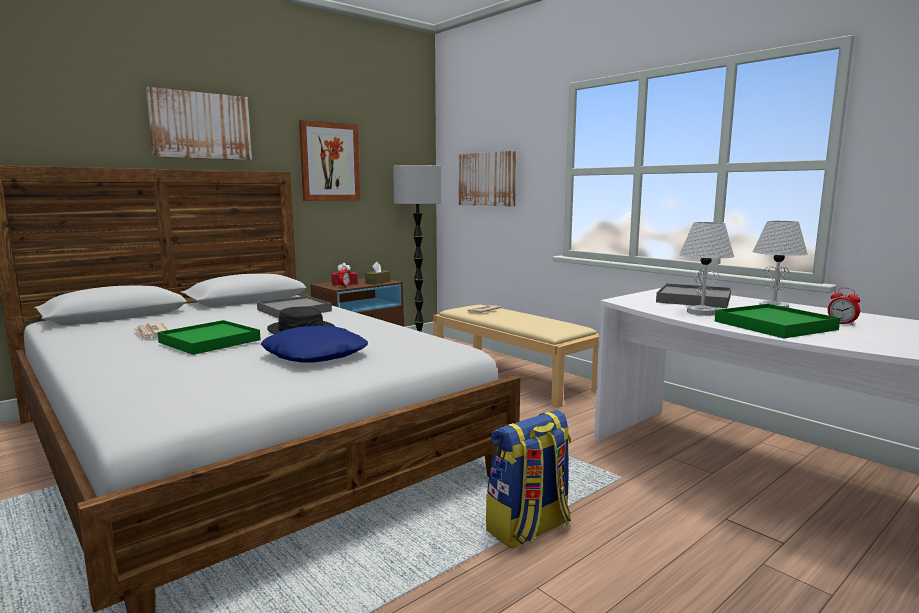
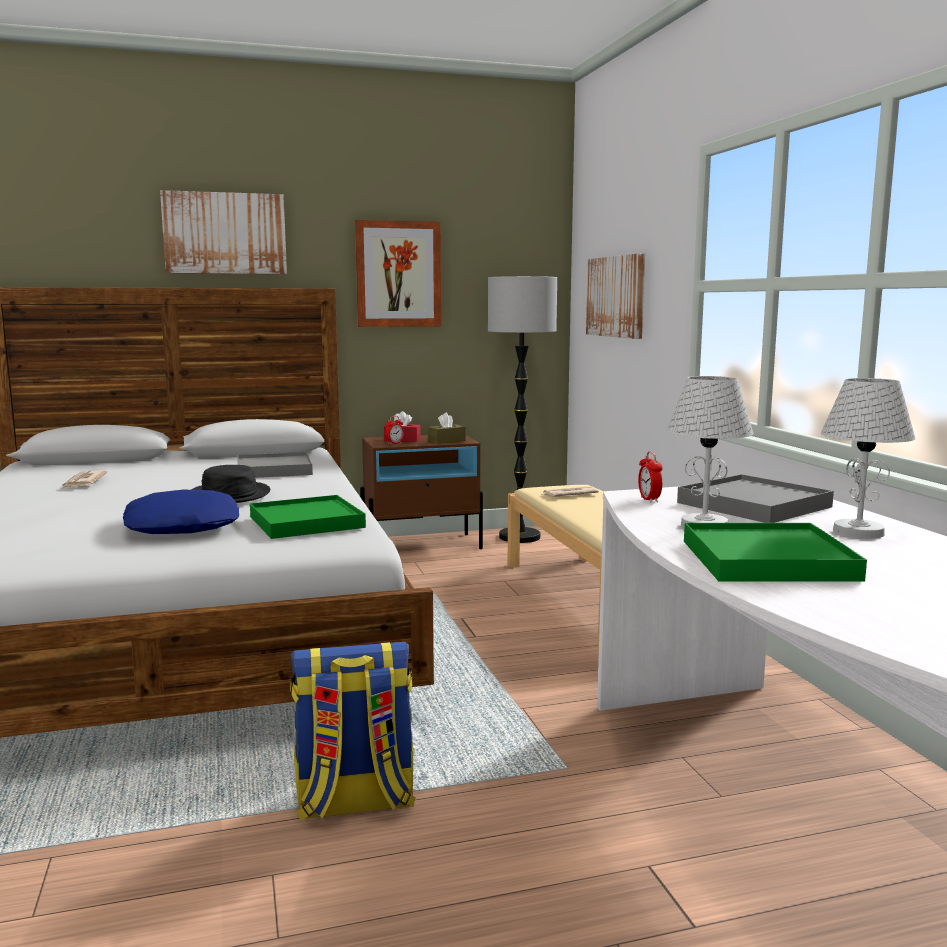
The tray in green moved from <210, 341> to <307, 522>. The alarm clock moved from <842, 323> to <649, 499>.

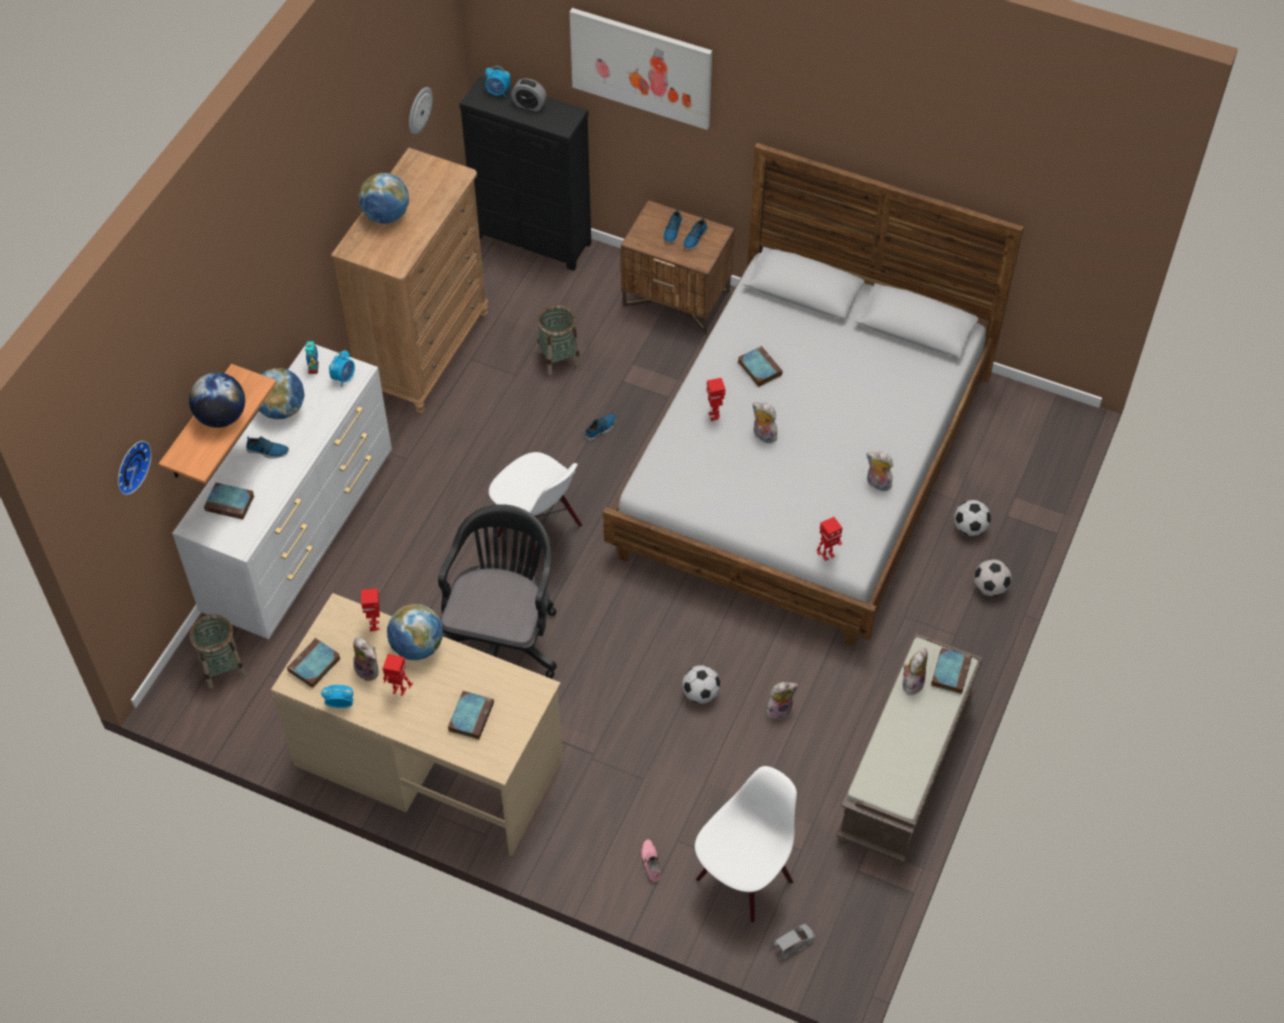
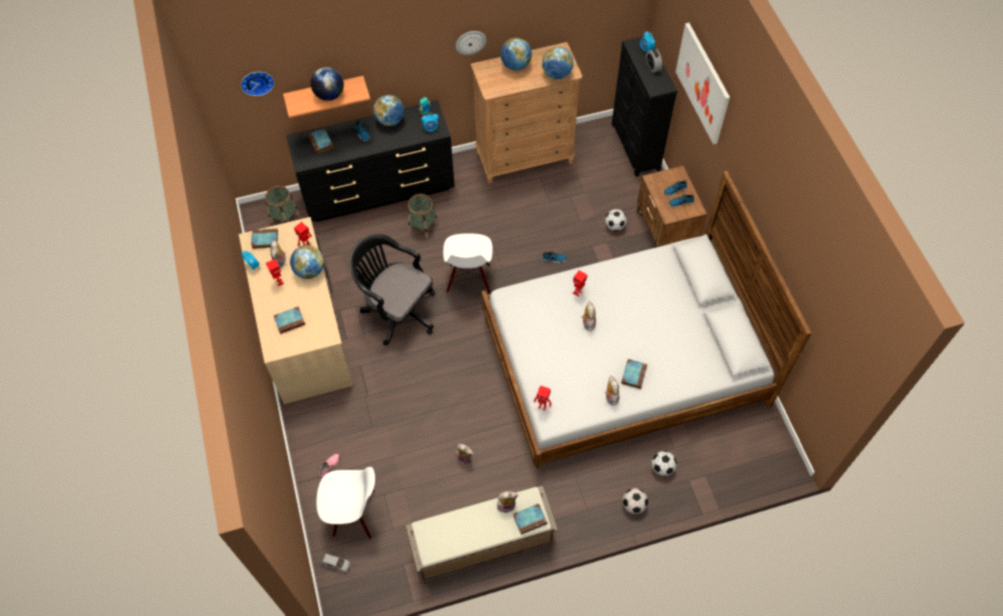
The dresser in white at <301, 534> became the dresser in black at <379, 191>. The office chair in black at <503, 638> turned 120 degrees counterclockwise. The basket moved from <559, 358> to <423, 226>. The wall clock moved from <419, 110> to <470, 42>. The globe at <557, 74> appeared. The football moved from <700, 693> to <614, 226>. The book moved from <758, 368> to <633, 374>.

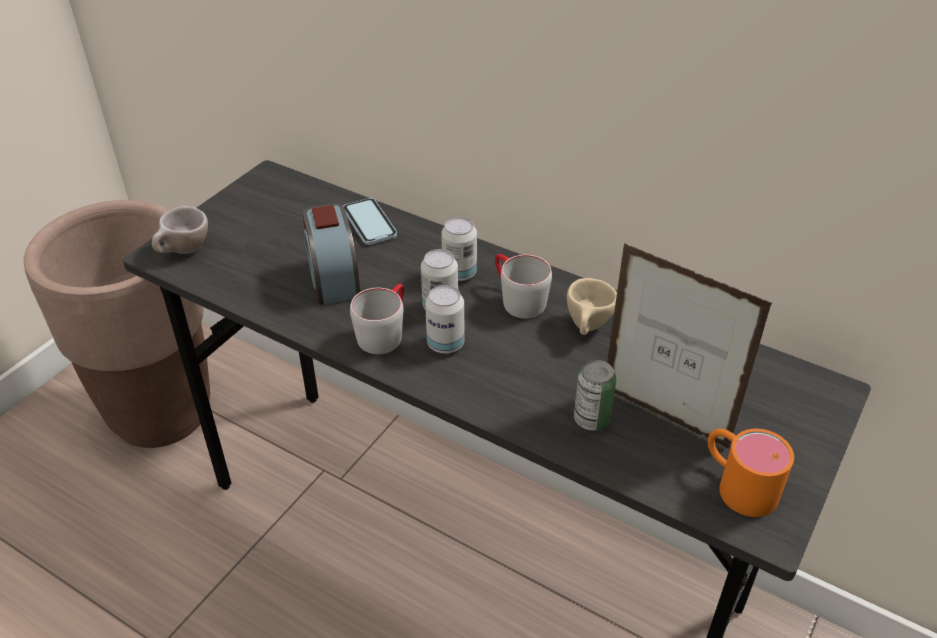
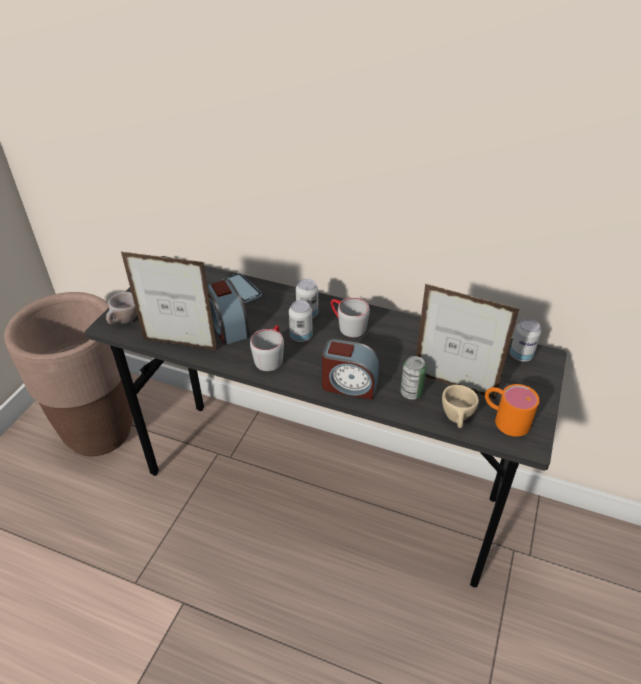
The picture frame at <180, 344> appeared. The alarm clock at <349, 385> appeared. The cup in beige moved from <588, 329> to <457, 420>. The can moved from <445, 344> to <521, 355>.

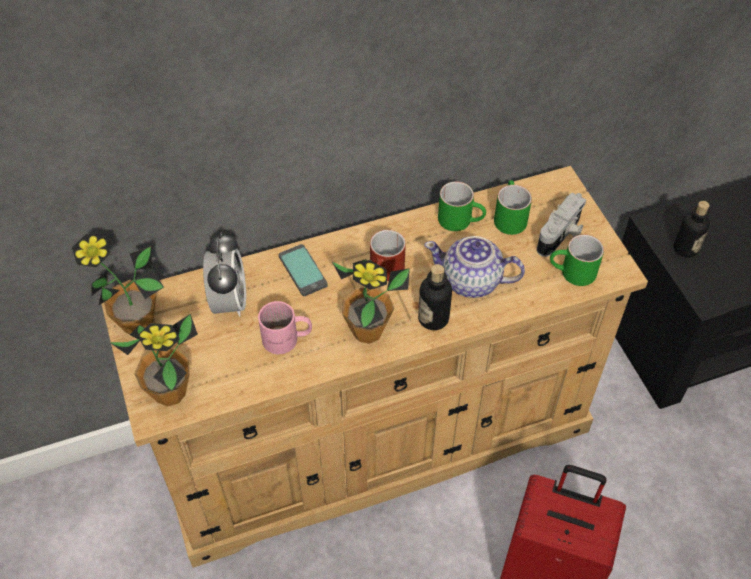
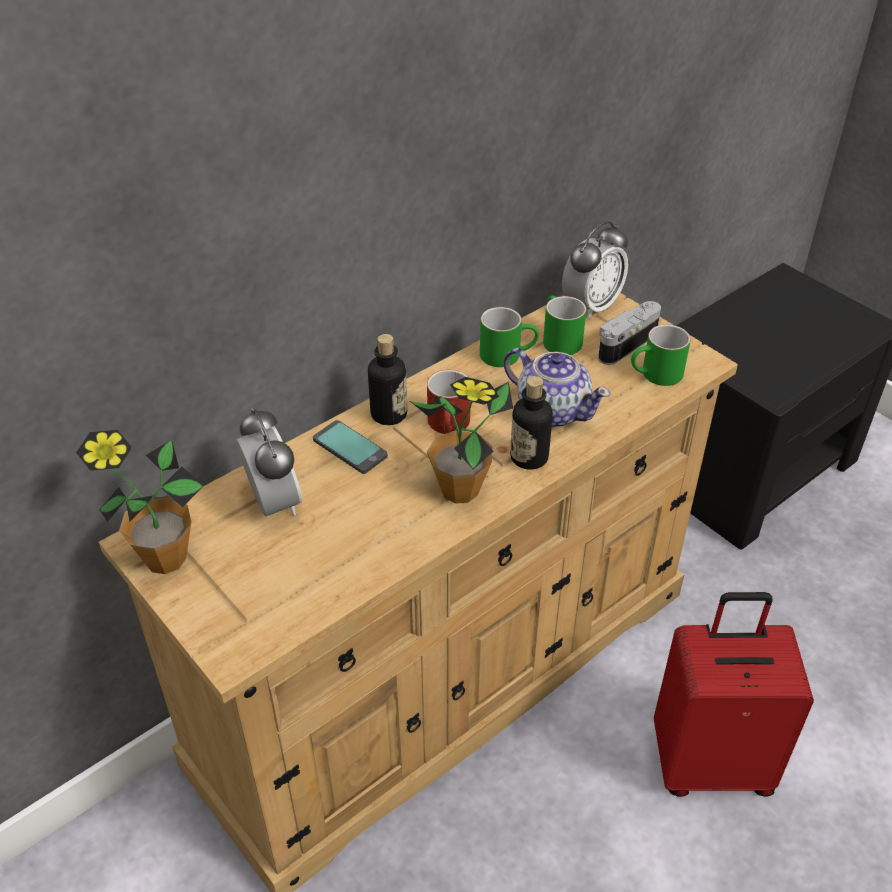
The bottle moved from <685, 248> to <389, 414>. The teapot at <472, 281> turned 135 degrees counterclockwise. The alarm clock at <591, 306> appeared. The photo camera at <561, 235> turned 150 degrees counterclockwise. The potted plant at <170, 392> disappeared. The mug in pink at <287, 340> disappeared.

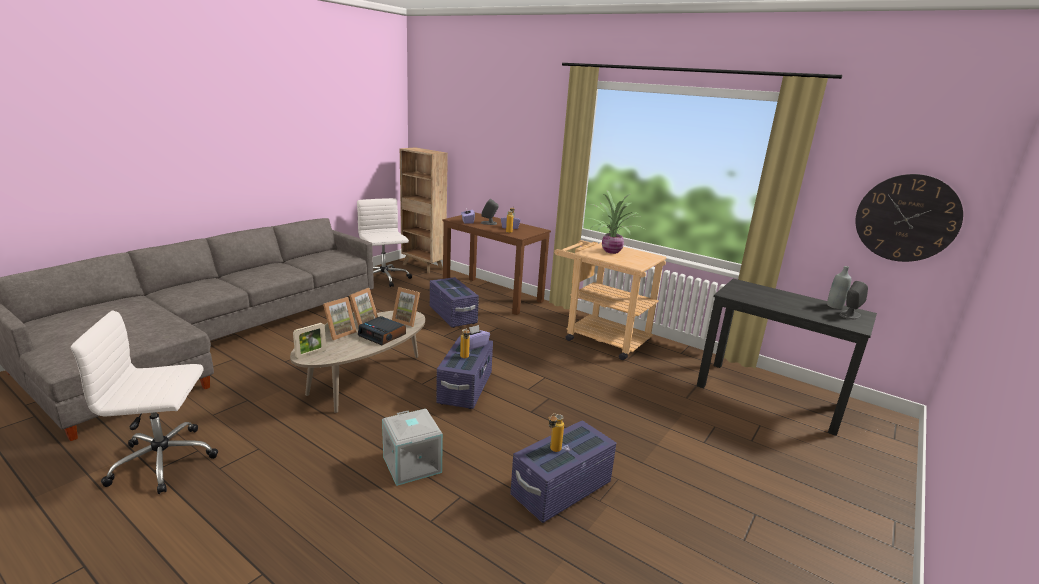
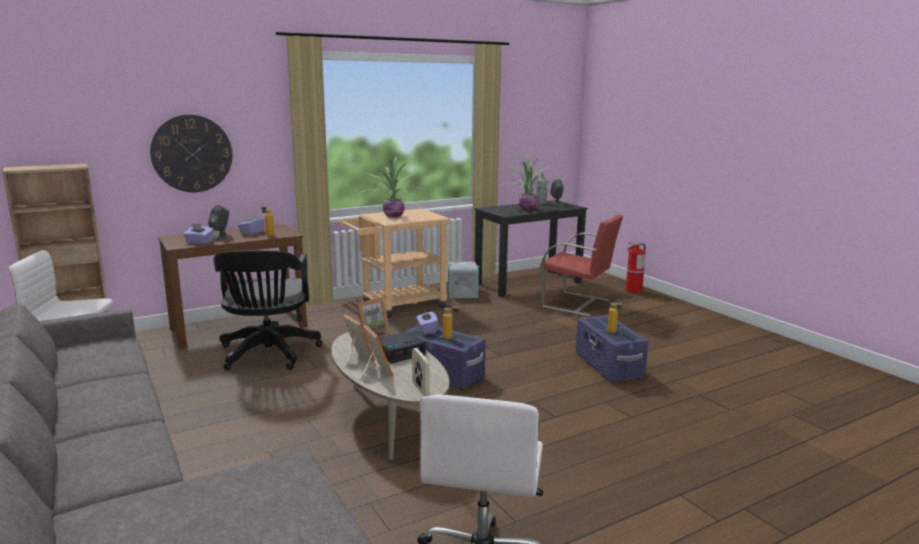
The wall clock moved from <906, 218> to <192, 153>. The storage box in purple at <453, 315> was replaced by the office chair in black at <268, 355>. The storage box in grey moved from <413, 464> to <462, 293>. The potted plant at <528, 208> appeared. The chair in red at <577, 304> appeared. The fire extinguisher at <633, 291> appeared.

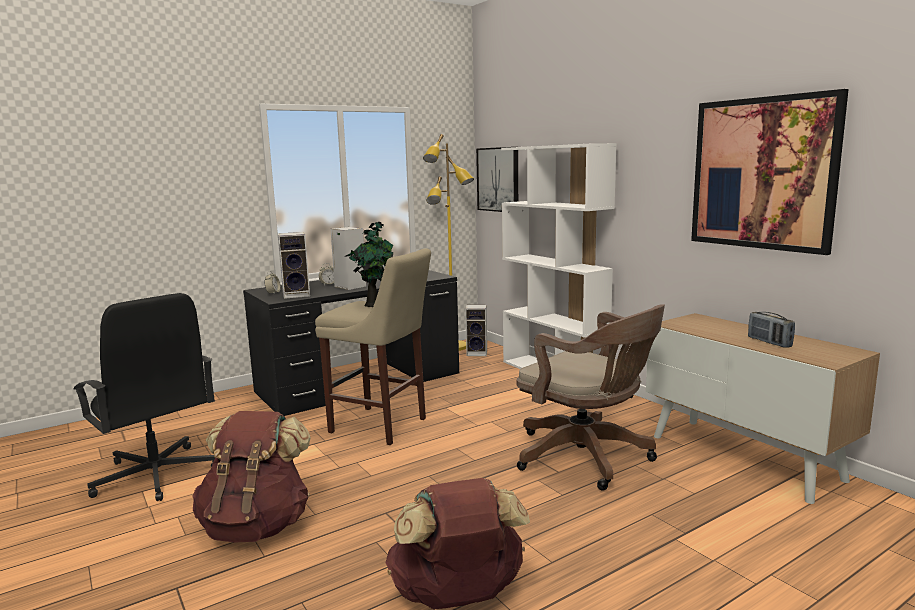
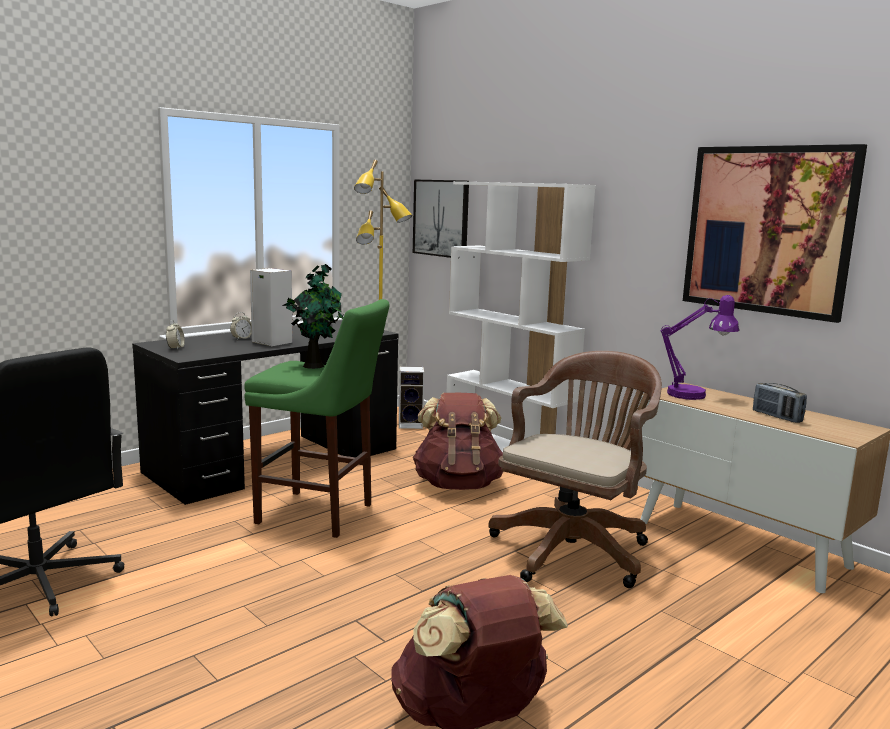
The stool in beige at <382, 426> became the stool in green at <320, 515>. The backpack in brown moved from <257, 526> to <458, 485>. The office chair in brown at <588, 458> turned 90 degrees counterclockwise. The table lamp in purple at <695, 395> appeared. The speaker at <297, 295> disappeared.

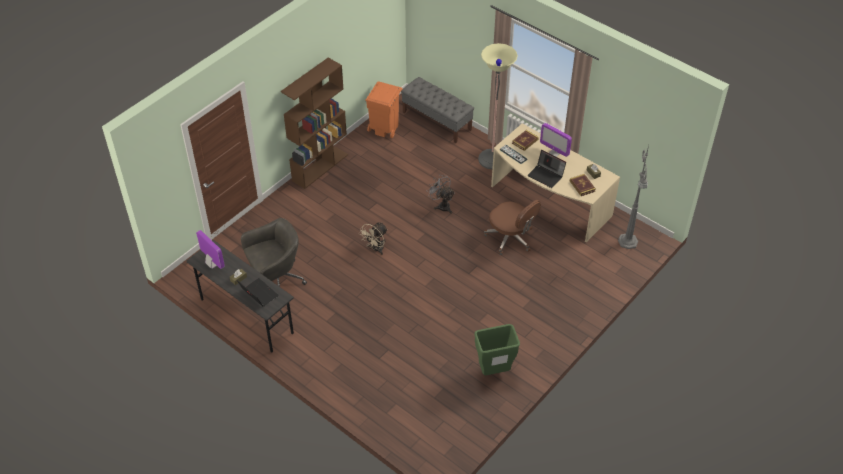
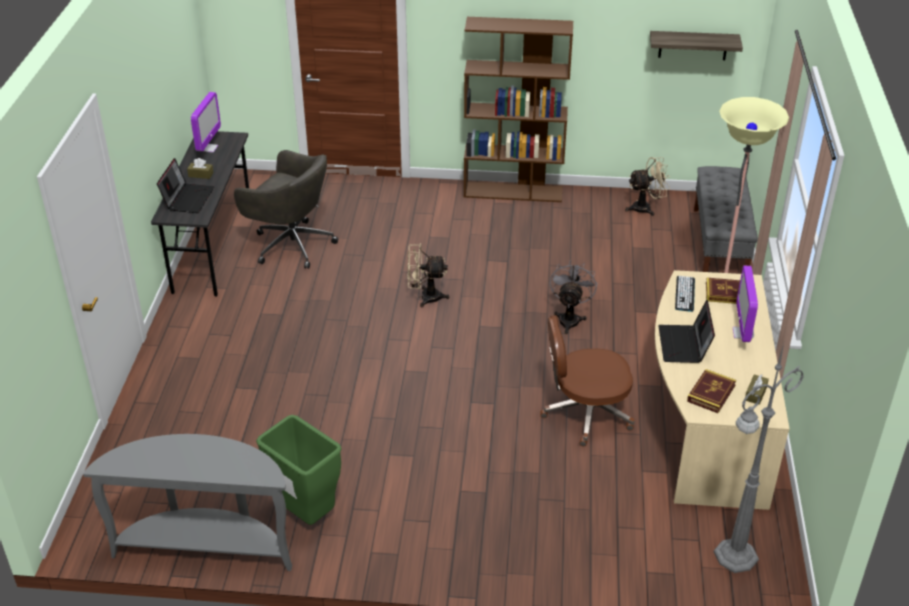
The console table in grey at <207, 545> appeared. The office chair in brown at <510, 238> turned 75 degrees clockwise. The trash can in orange at <384, 128> was replaced by the fan in beige at <646, 208>. The shelf at <693, 45> appeared.

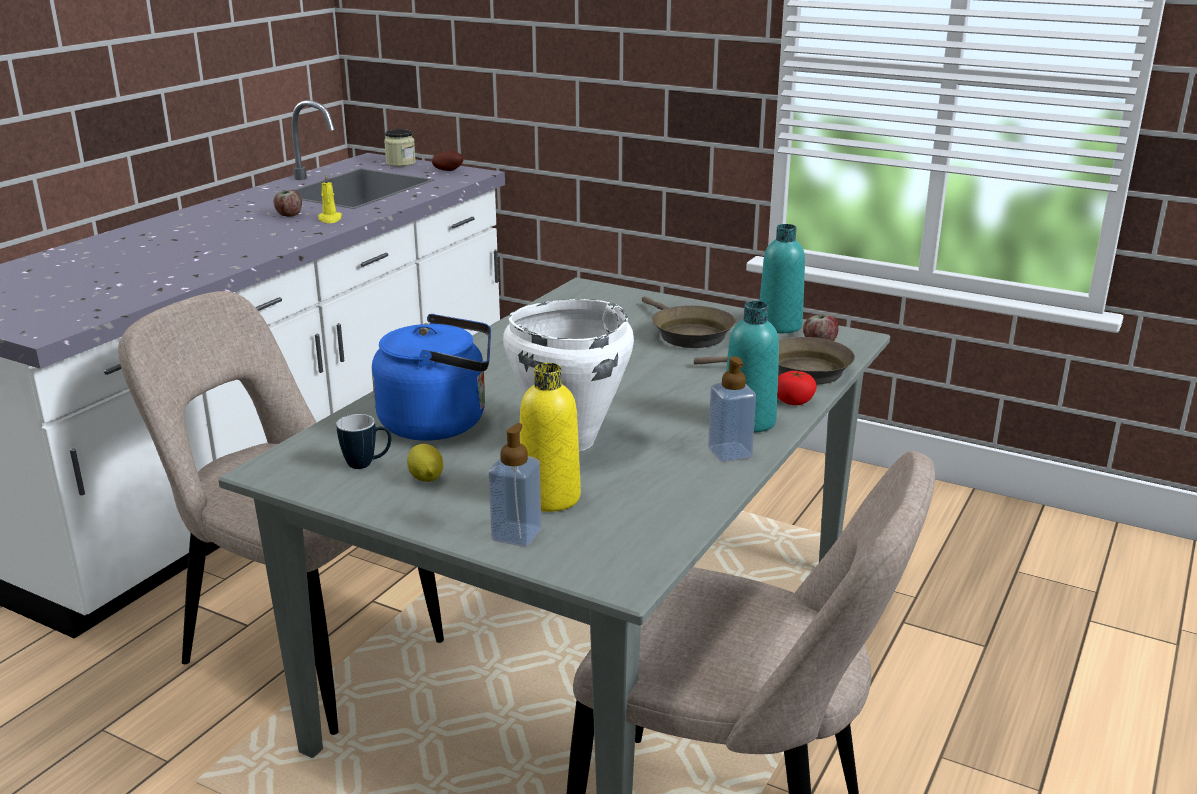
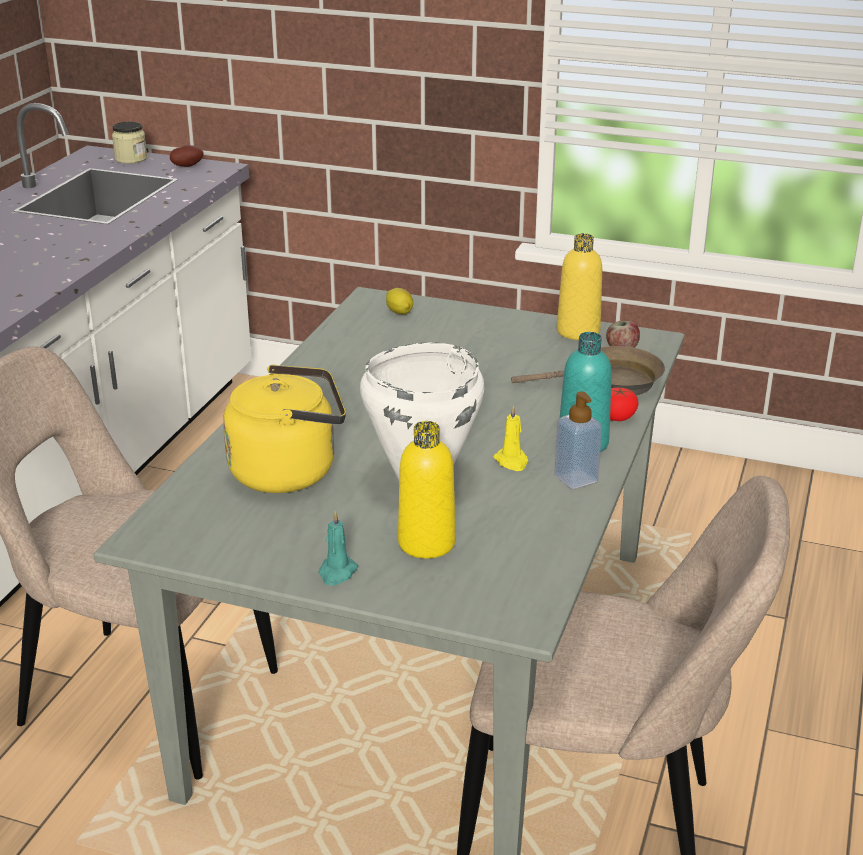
The kettle in blue at <440, 423> became the kettle in yellow at <290, 471>. The candle in turquoise at <337, 573> appeared. The lemon moved from <426, 478> to <399, 312>. The candle in yellow moved from <330, 219> to <512, 461>. The bottle in turquoise at <779, 326> became the bottle in yellow at <578, 331>. The apple at <289, 215> disappeared. The mug at <367, 464> disappeared. The soap dispenser at <516, 535> disappeared. The frying pan in brown at <687, 333> disappeared.

